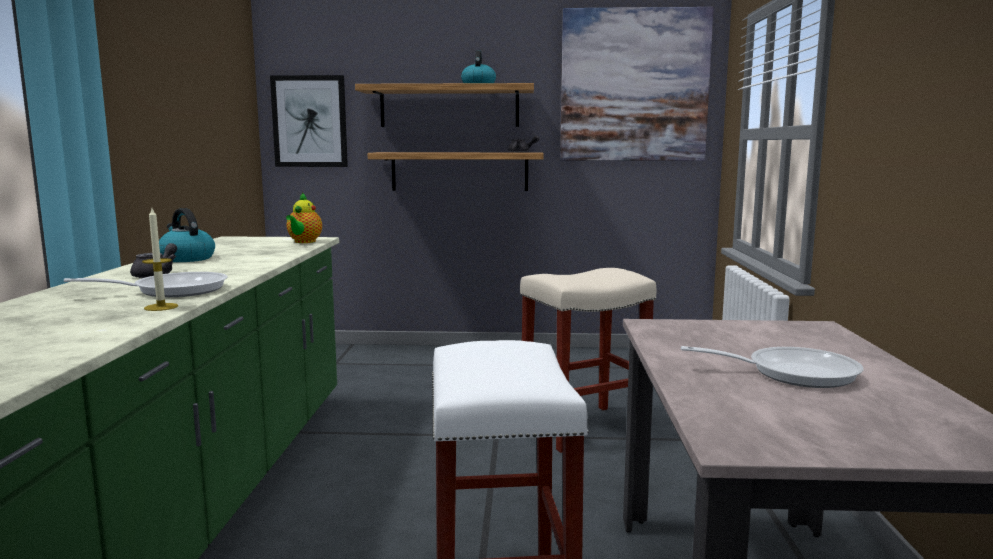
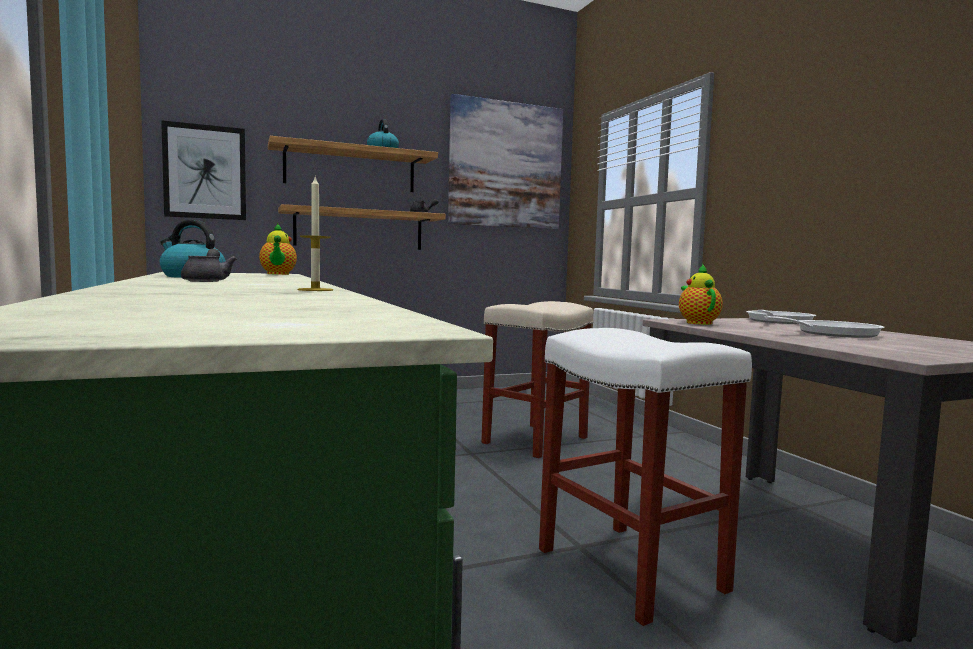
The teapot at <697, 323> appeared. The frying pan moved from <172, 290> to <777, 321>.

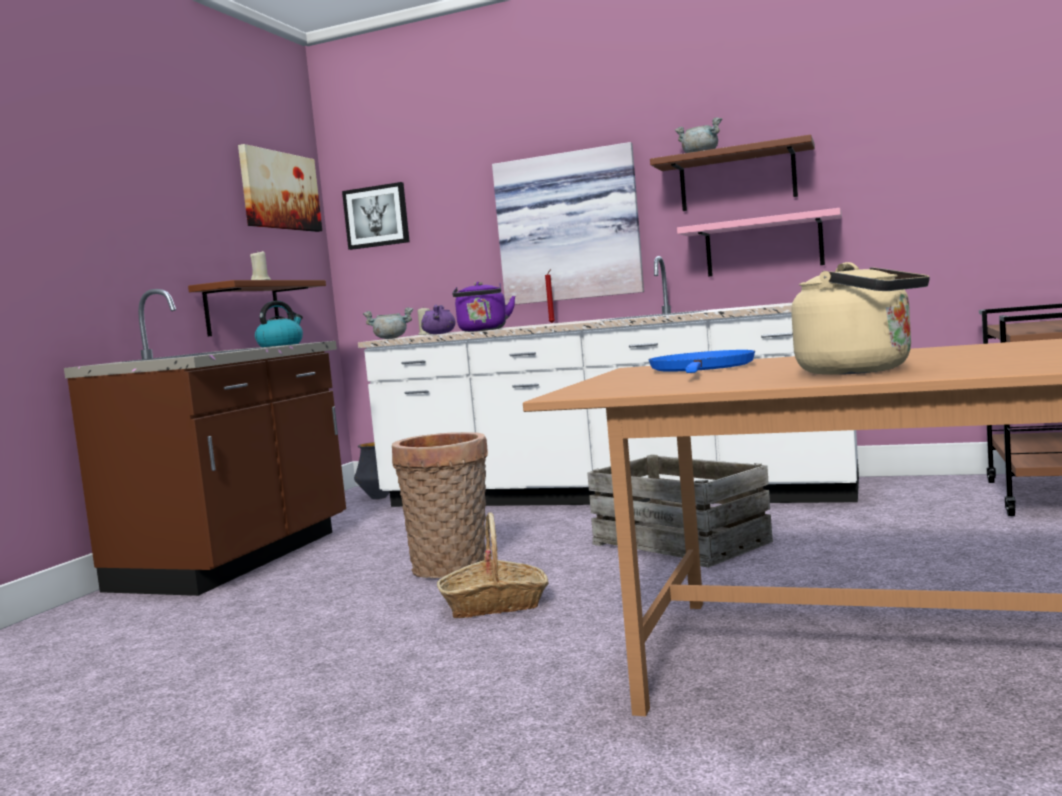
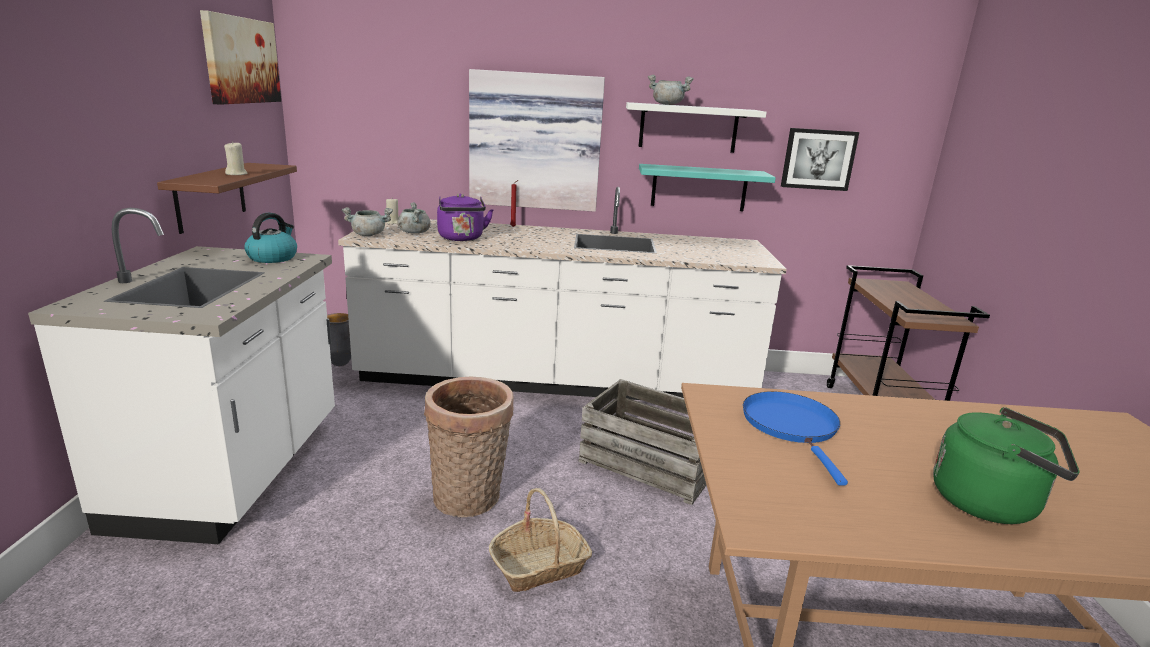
The counter in brown at <237, 560> became the counter in white at <235, 472>. The cooking pot in purple at <439, 334> became the cooking pot in grey at <414, 232>. The shelf in brown at <737, 179> became the shelf in white at <688, 128>. The shelf in pink at <763, 246> became the shelf in turquoise at <699, 188>. The picture moved from <376, 216> to <818, 159>. The kettle in beige at <862, 371> became the kettle in green at <990, 503>.

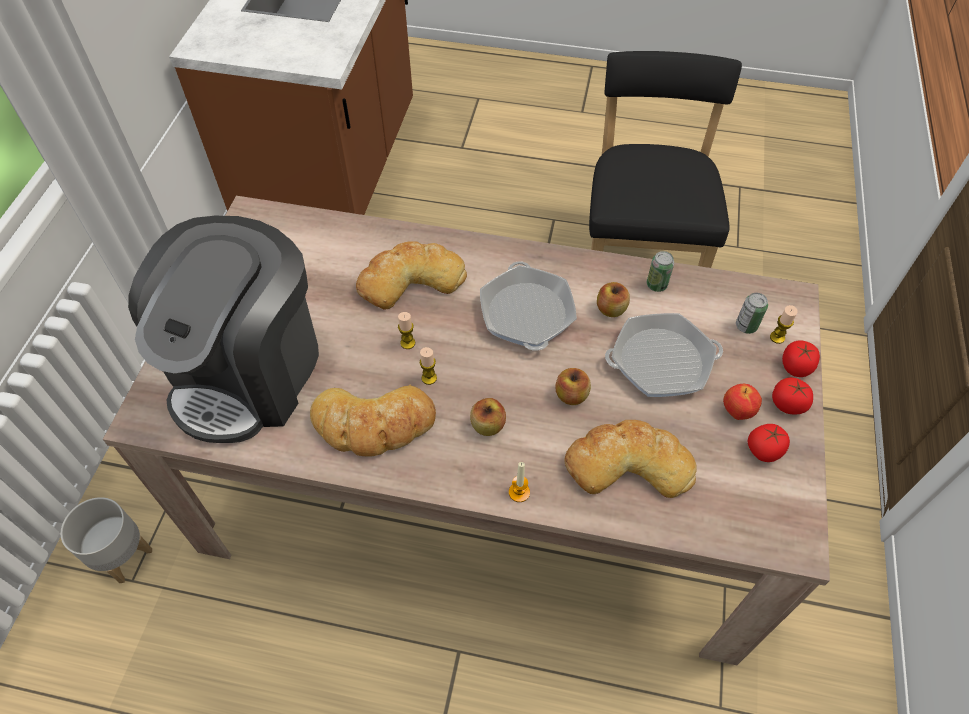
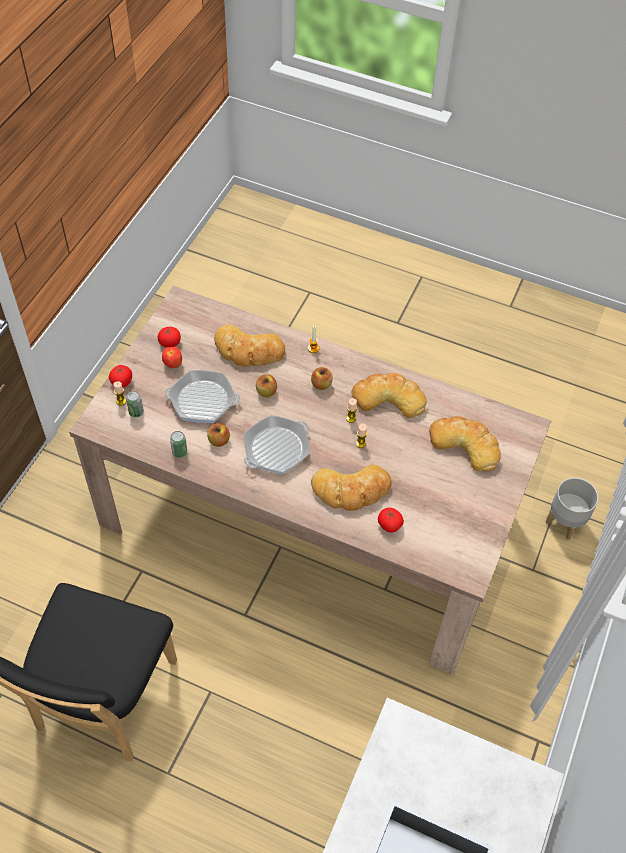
The frying pan at <527, 313> turned 45 degrees clockwise. The tomato moved from <788, 404> to <389, 525>. The coffee machine at <248, 371> was replaced by the bread at <465, 444>.

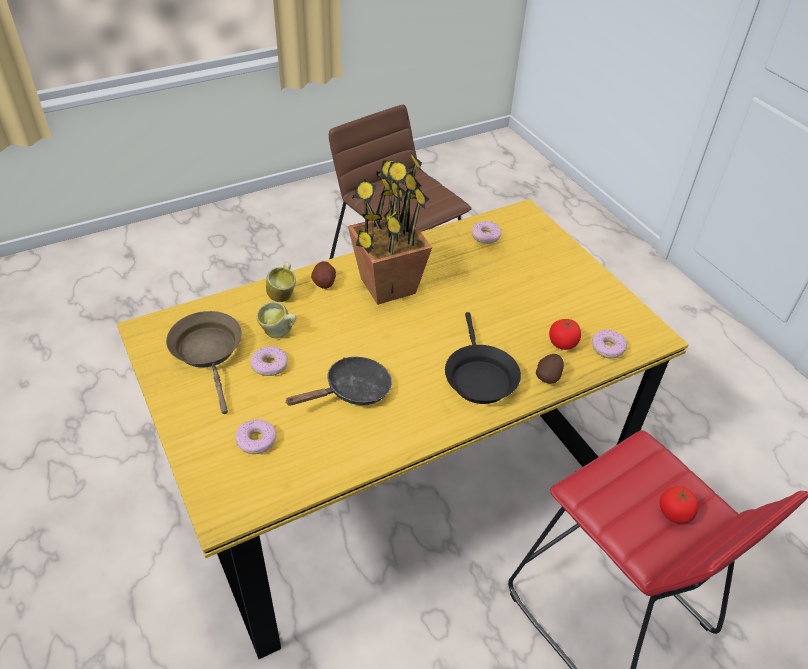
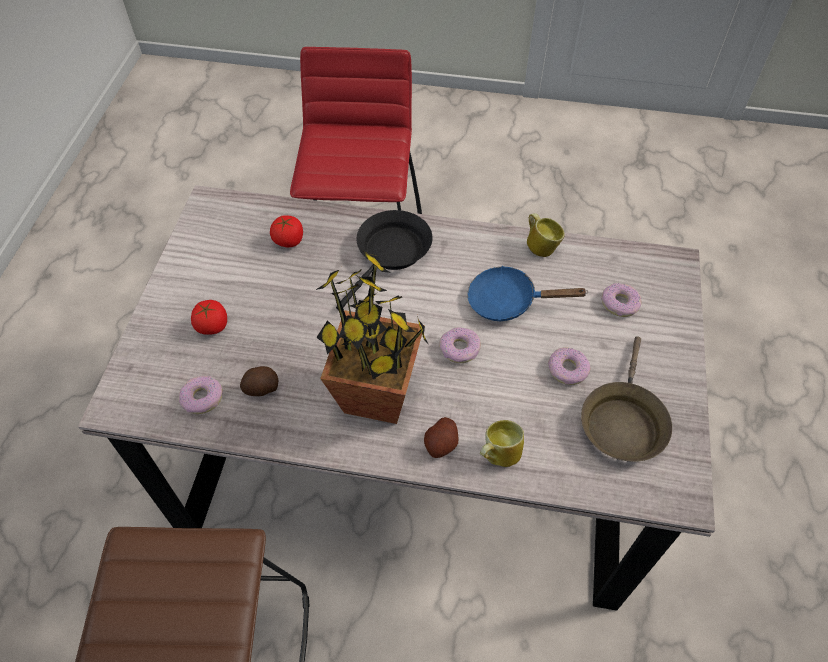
The dining table in yellow at <398, 471> became the dining table in grey at <414, 446>. The tomato moved from <674, 513> to <212, 326>. The potato moved from <548, 376> to <261, 389>. The donut moved from <607, 348> to <460, 349>. The frying pan in black at <352, 391> became the frying pan in blue at <508, 301>. The mug moved from <279, 333> to <540, 246>.

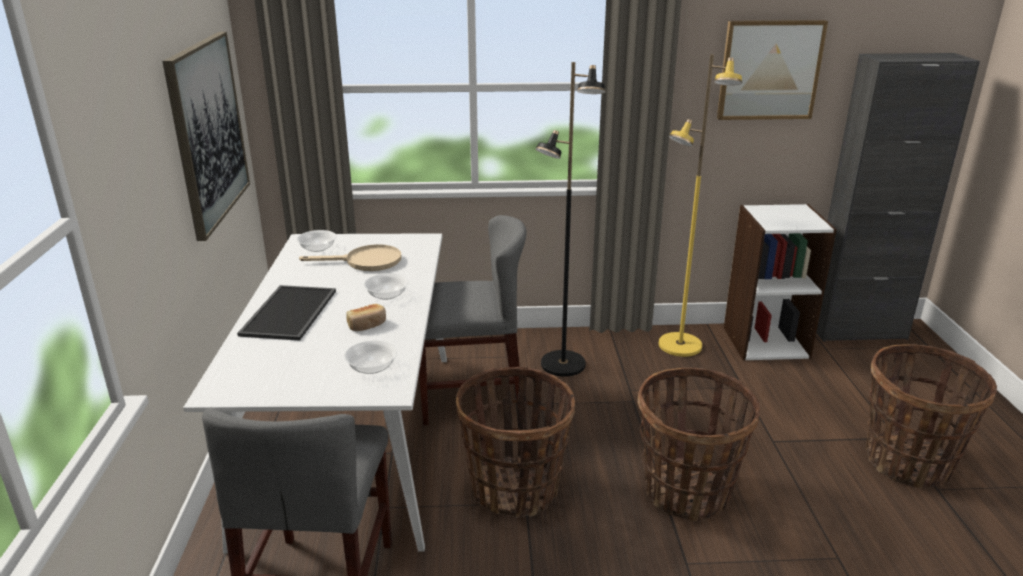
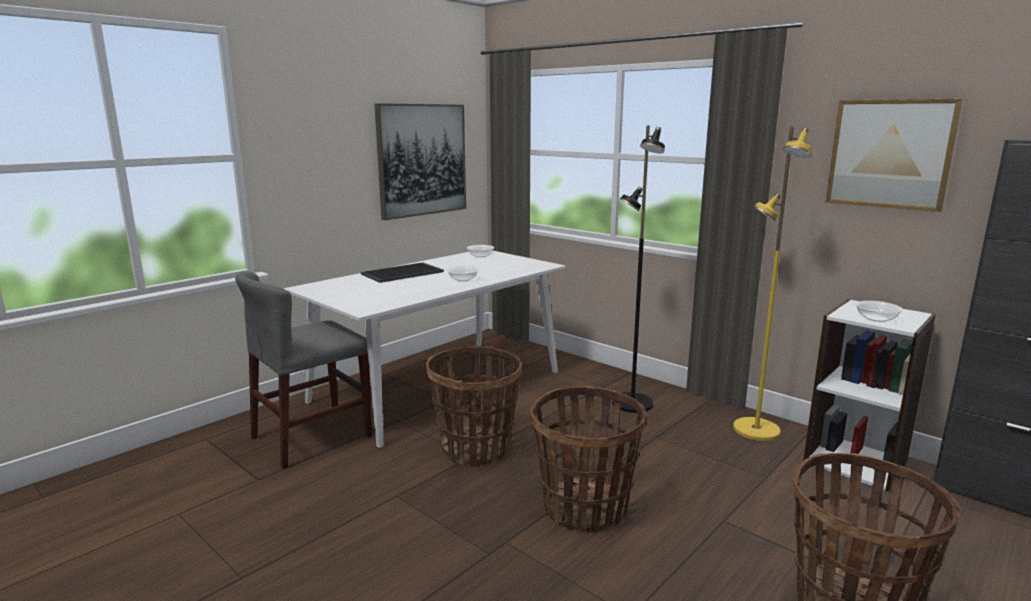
The bowl moved from <372, 367> to <876, 319>. The frying pan in beige at <365, 262> disappeared. The bread at <367, 325> disappeared. The chair in grey at <470, 398> disappeared.

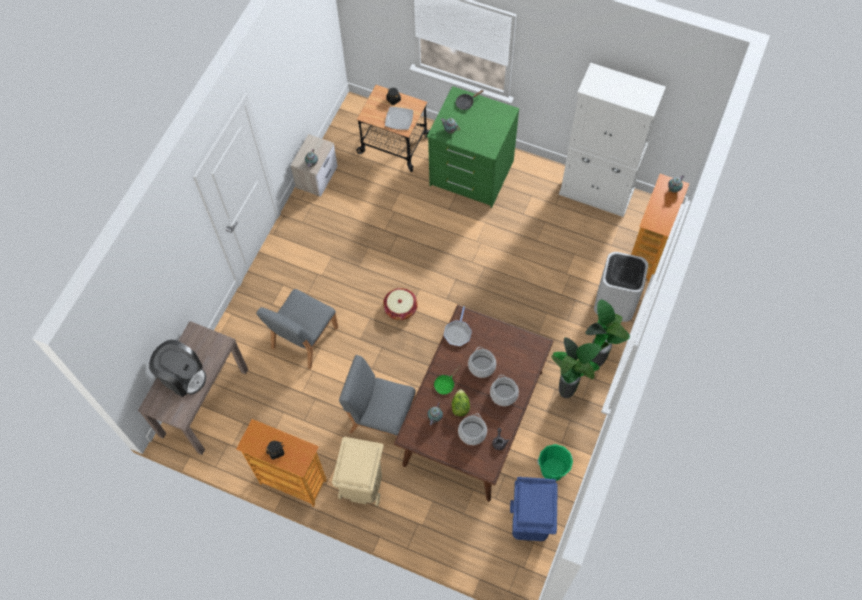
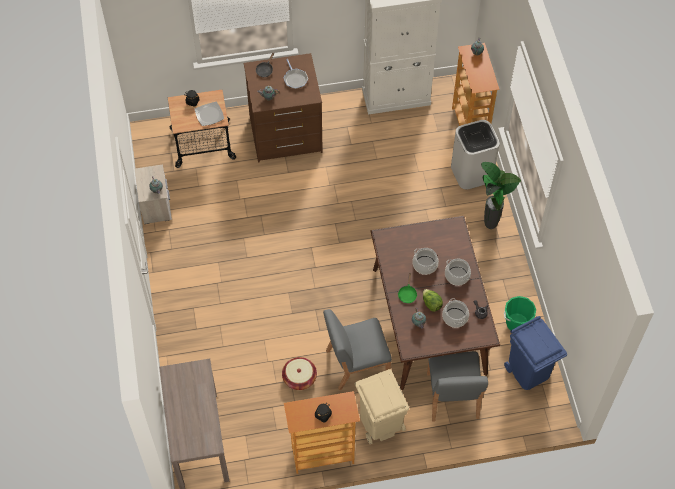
The dresser in green at <471, 174> became the dresser in brown at <285, 135>. The basket moved from <400, 308> to <299, 378>. The frying pan moved from <458, 332> to <295, 79>. The chair in grey moved from <304, 338> to <452, 396>. The coffee machine at <182, 376> disappeared. The potted plant at <567, 393> disappeared.

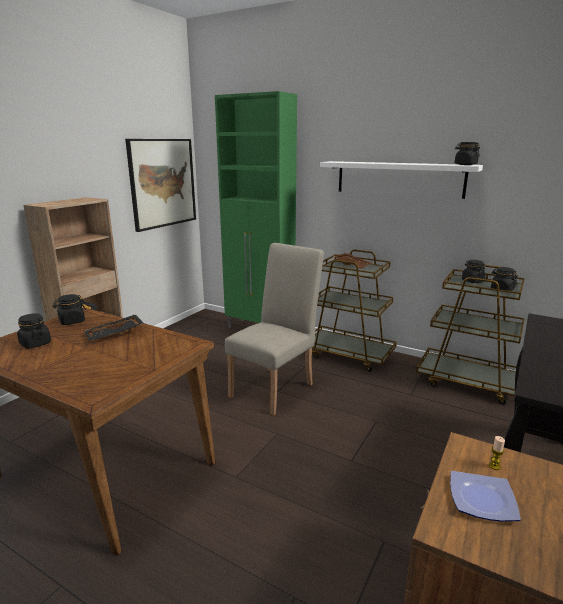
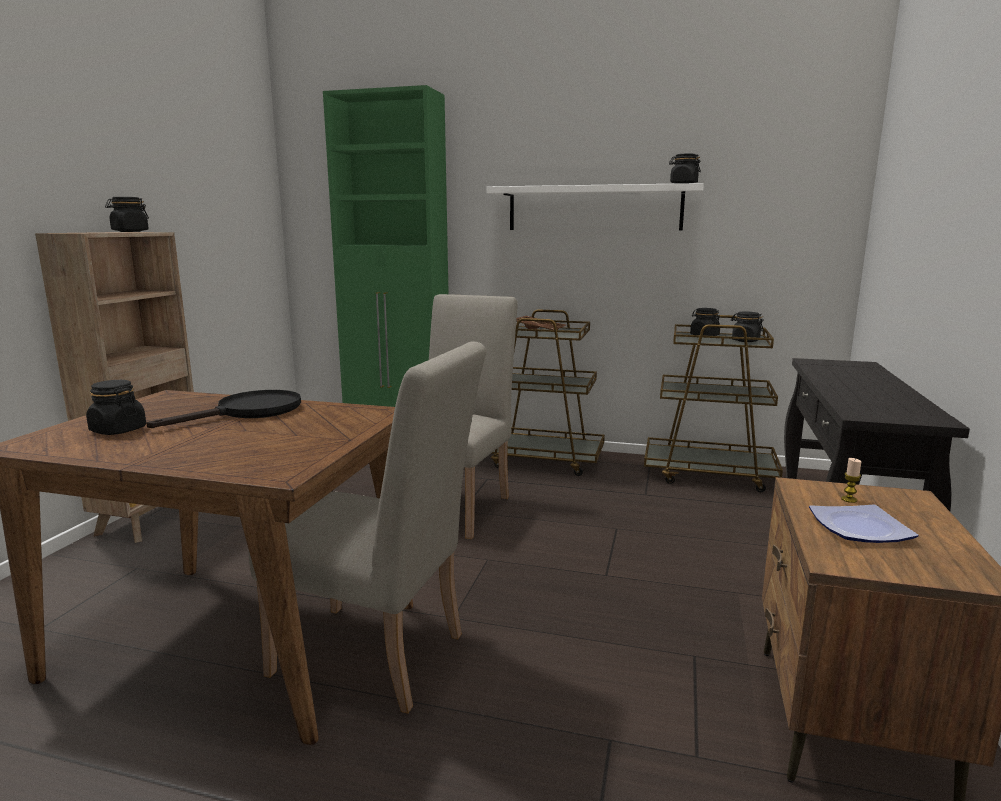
The jar in black moved from <72, 321> to <130, 231>. The tray in black at <115, 334> was replaced by the frying pan in black at <249, 412>. The chair in beige at <381, 658> appeared. The picture at <162, 183> disappeared.

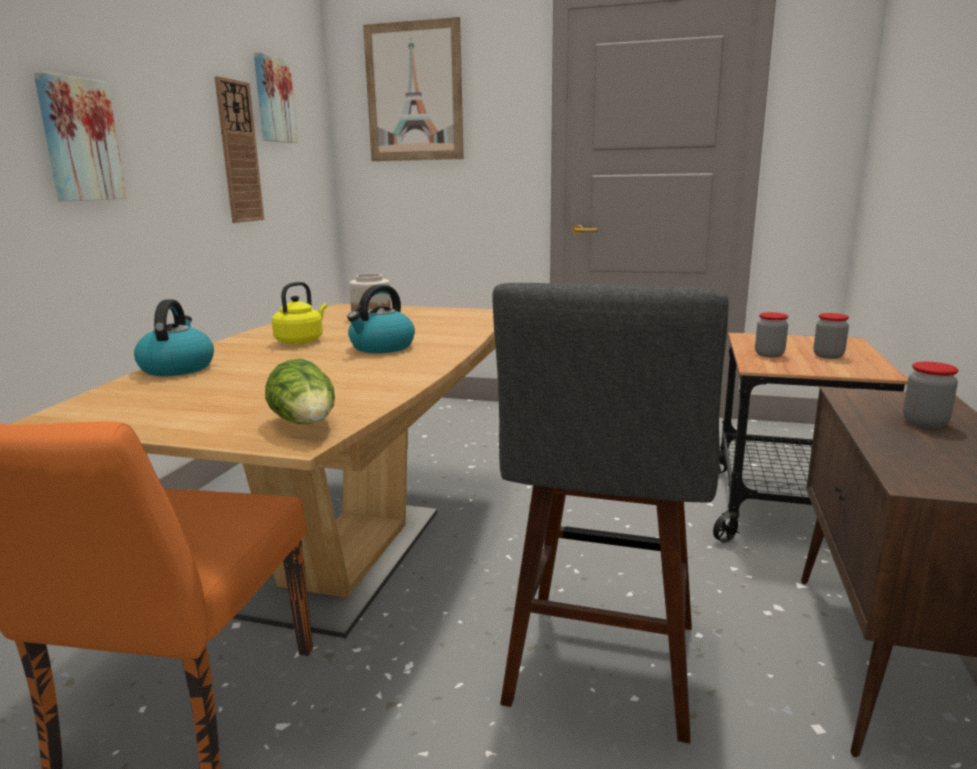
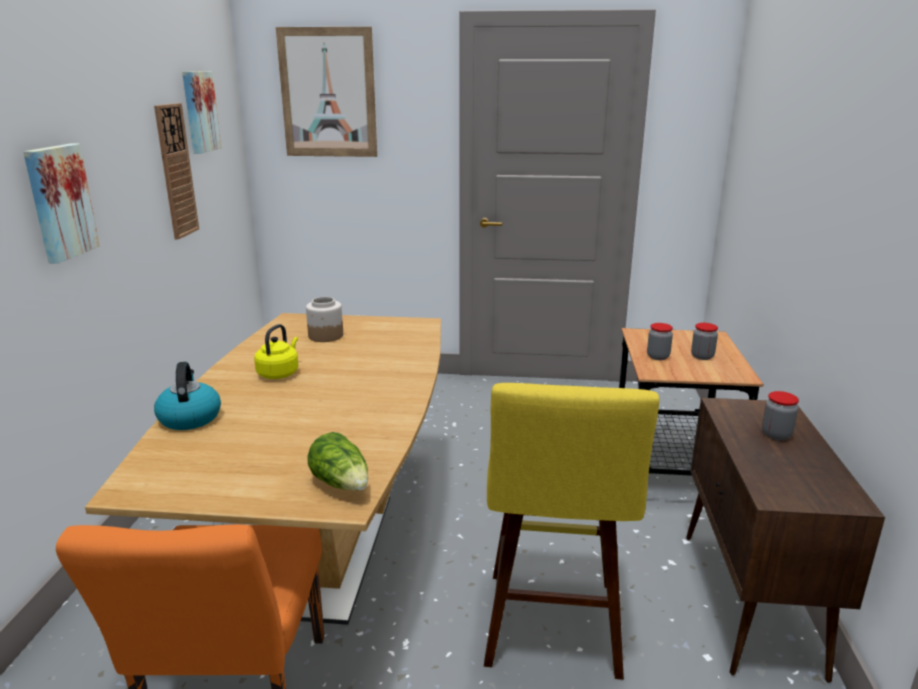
The stool in grey at <601, 670> became the stool in yellow at <552, 629>. The kettle at <381, 347> disappeared.

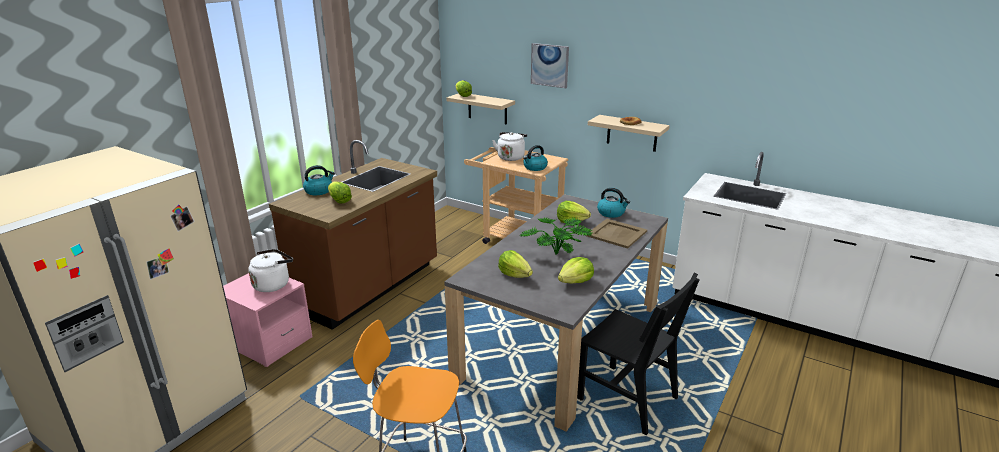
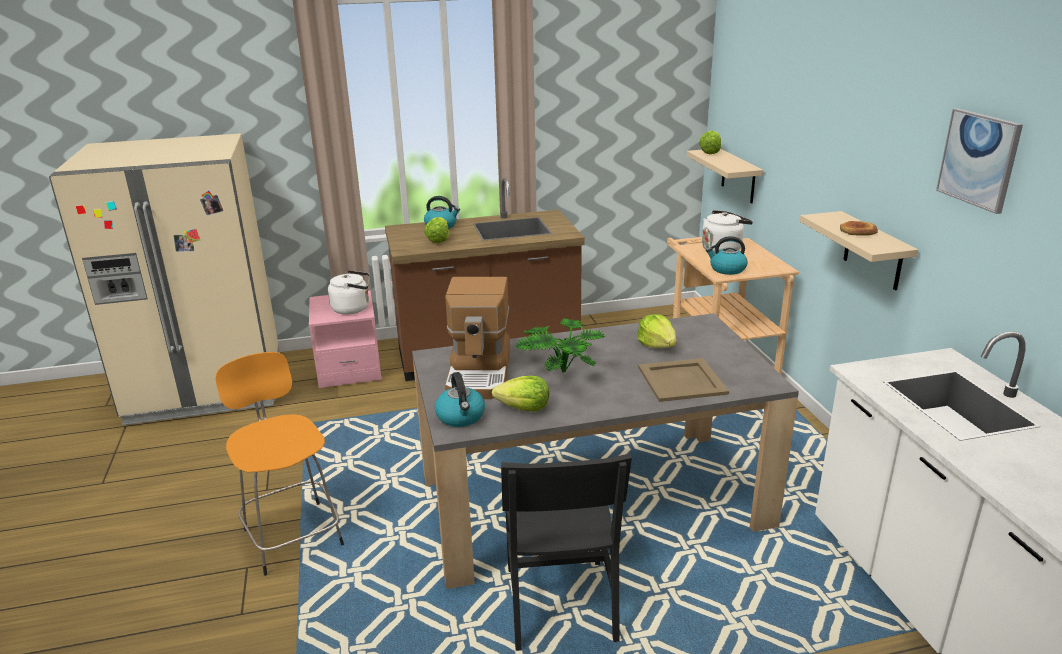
The kettle moved from <611, 213> to <461, 417>. The lettuce at <514, 275> was replaced by the coffee machine at <480, 373>. The picture moved from <550, 65> to <979, 159>.

